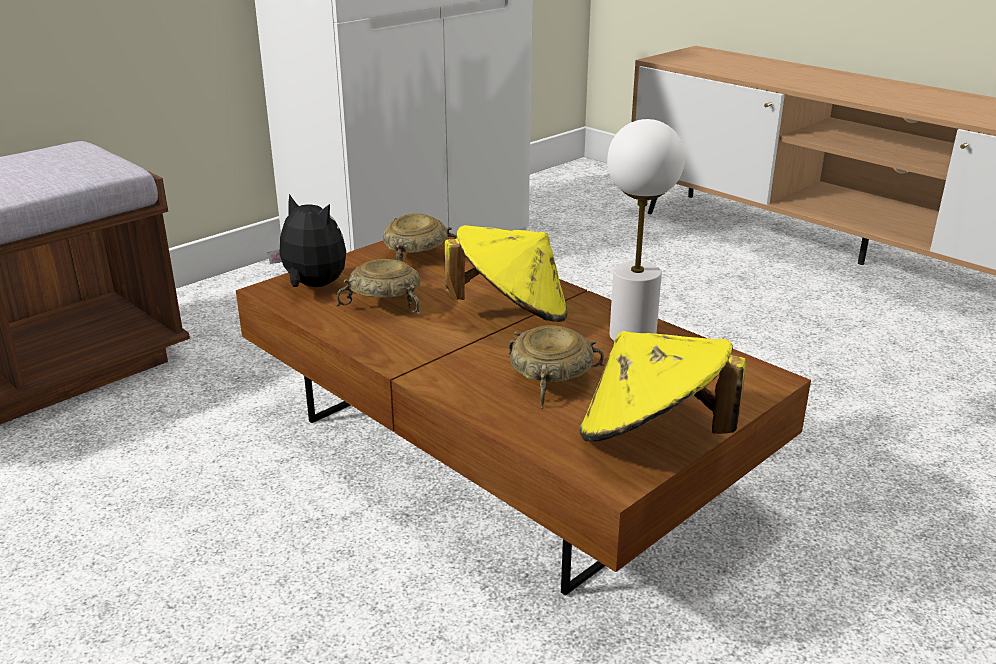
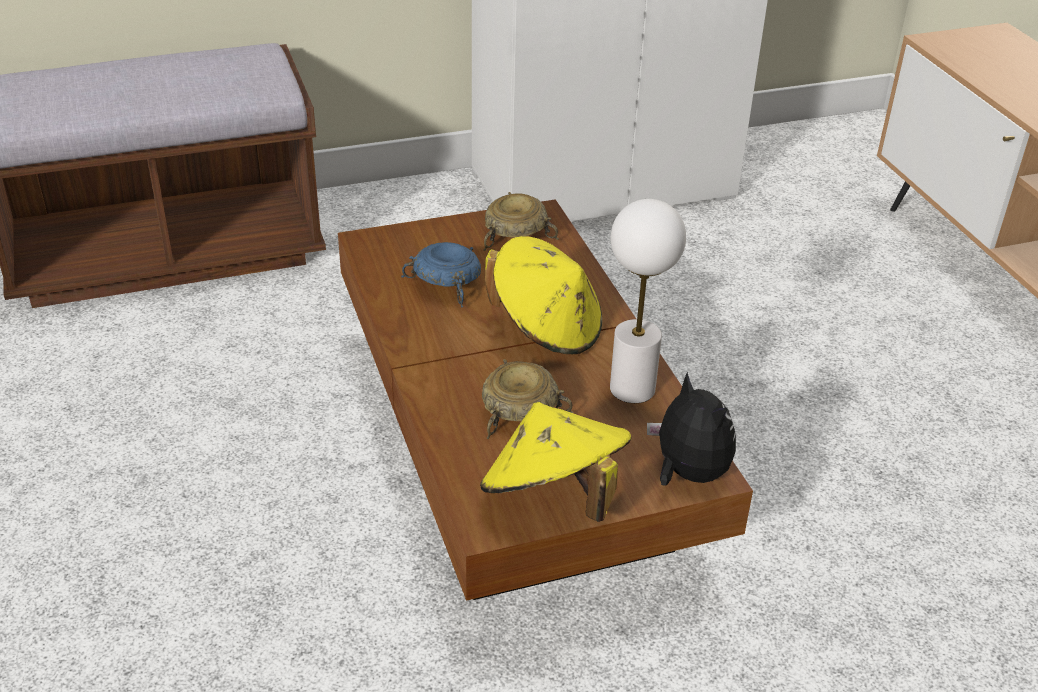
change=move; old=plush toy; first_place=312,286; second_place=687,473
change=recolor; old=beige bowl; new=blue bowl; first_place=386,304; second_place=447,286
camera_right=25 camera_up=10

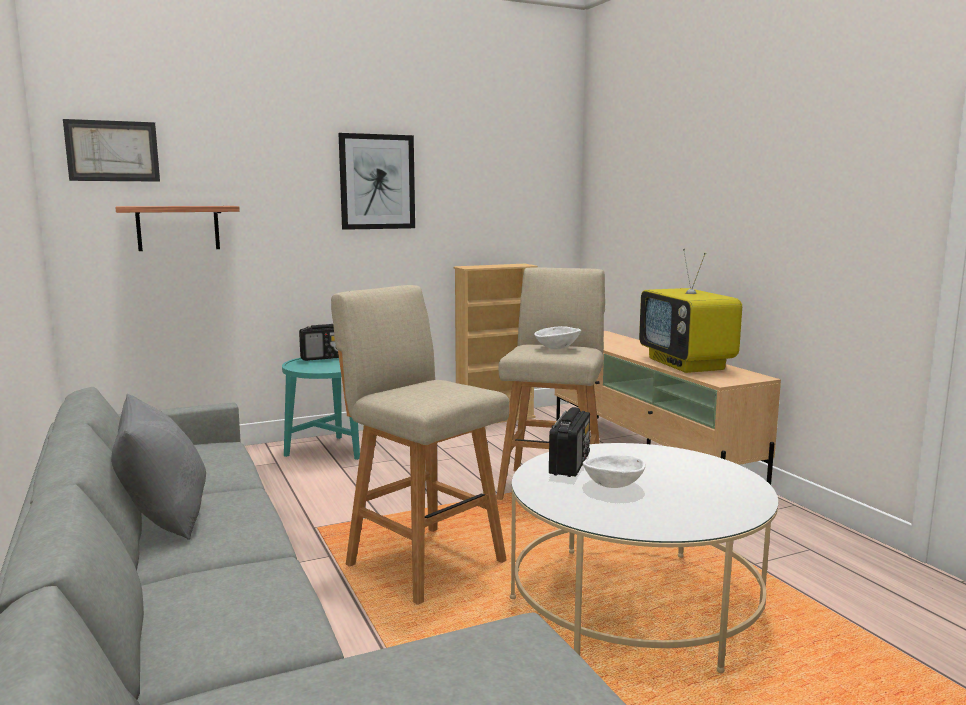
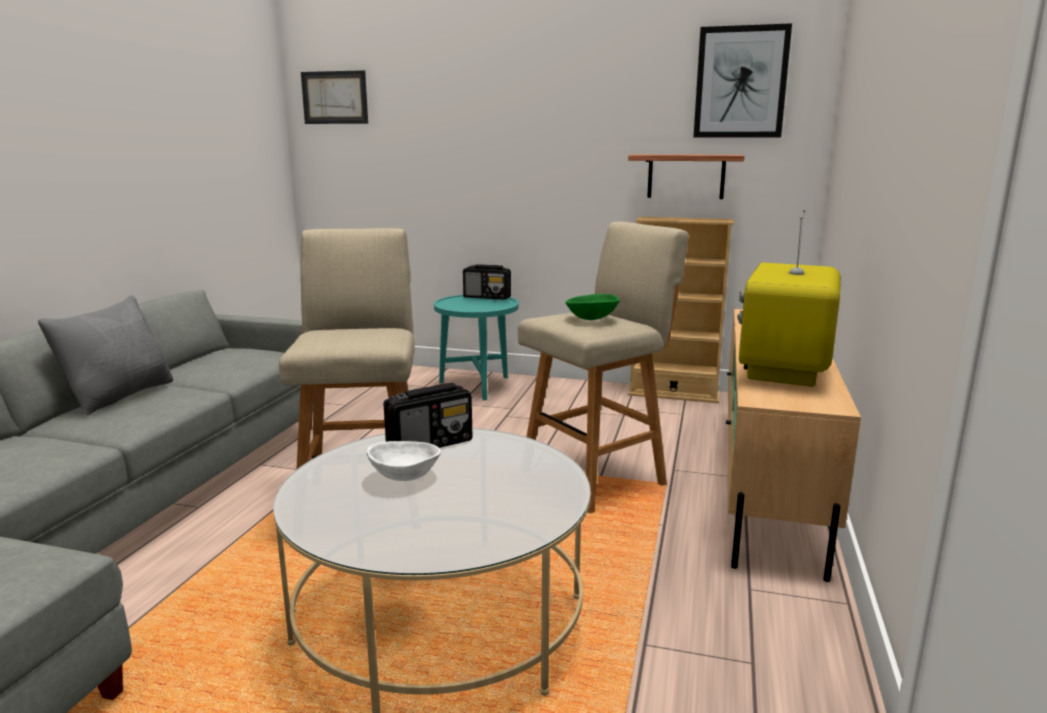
change=move; old=picture; first_place=377,182; second_place=741,82
change=move; old=shelf; first_place=178,228; second_place=686,176
change=recolor; old=white bowl; new=green bowl; first_place=557,348; second_place=591,319
camera_right=40 camera_up=5

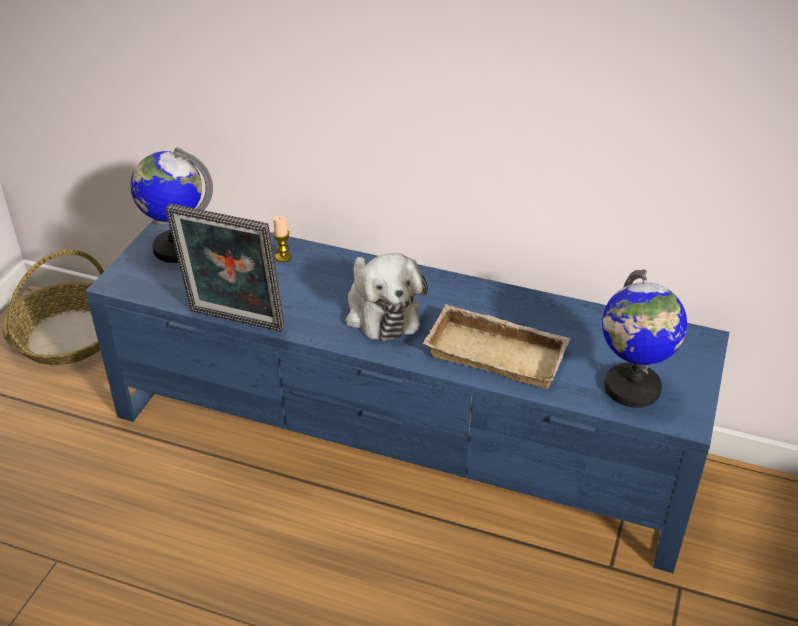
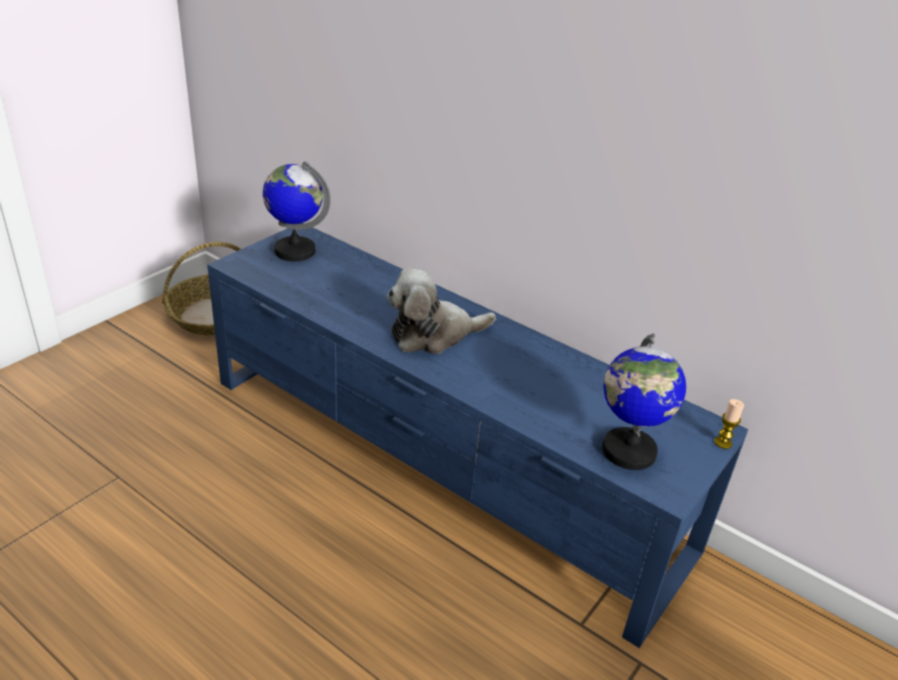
change=delete; old=picture frame; first_place=234,322
change=move; old=candle; first_place=283,257; second_place=723,443
change=rotate; old=plush toy; first_place=381,311; second_place=433,334; degrees=75
change=delete; old=beige tray; first_place=498,352
camera_right=15 camera_up=-5

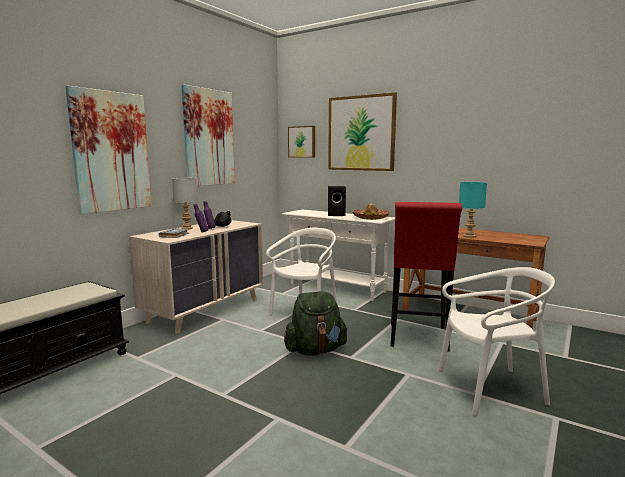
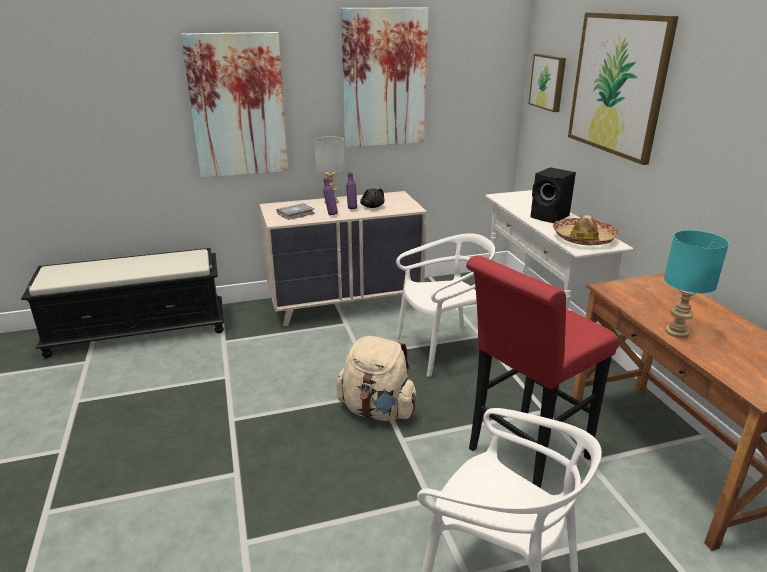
change=recolor; old=green backpack; new=beige backpack; first_place=315,350; second_place=377,410
camera_right=40 camera_up=15

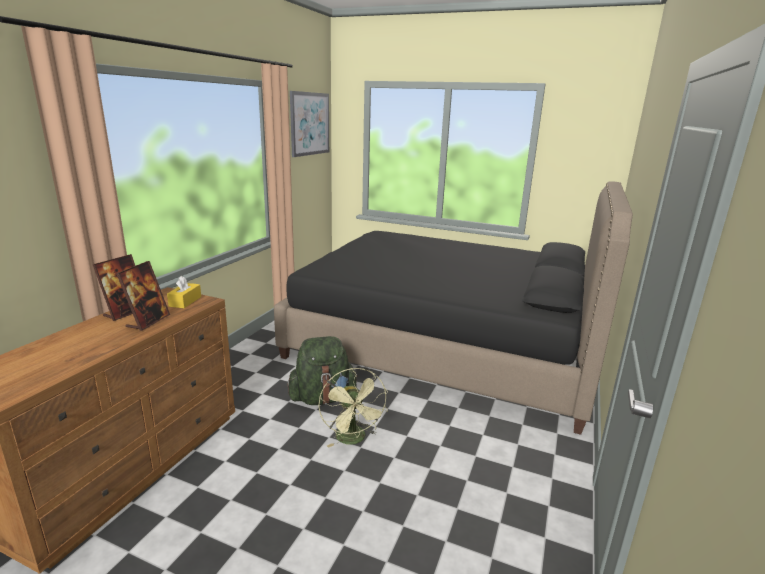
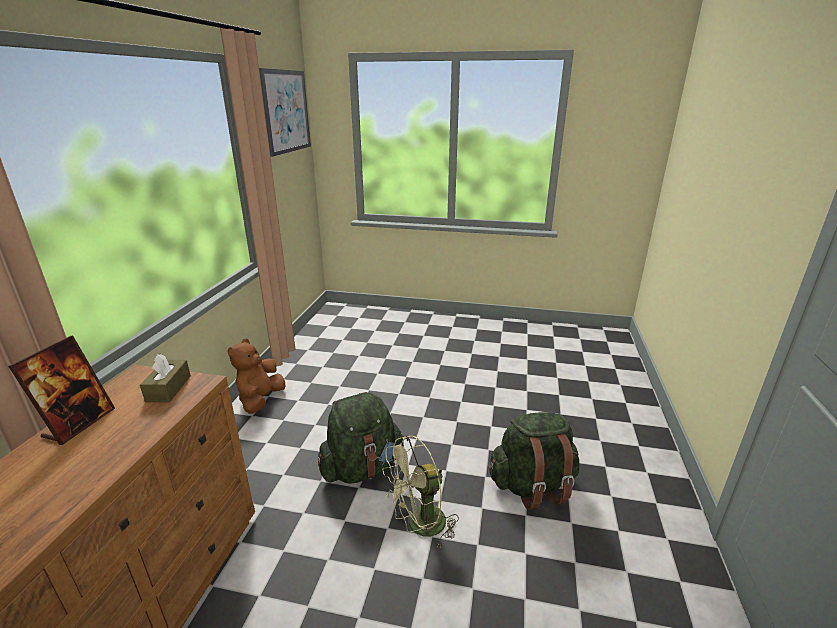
change=delete; old=black bed; first_place=444,344
change=delete; old=picture frame; first_place=148,321
change=recolor; old=yellow tissue box; new=brown tissue box; first_place=185,301; second_place=168,388
change=rotate; old=green fan; first_place=353,440; second_place=419,526; degrees=90
change=insert; new=brown plush toy; second_place=261,400
change=insert; new=green backpack; second_place=532,485
camera_right=-10 camera_up=5

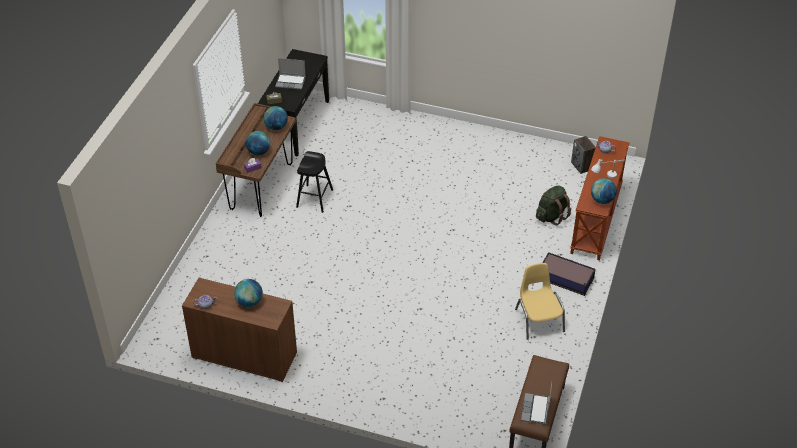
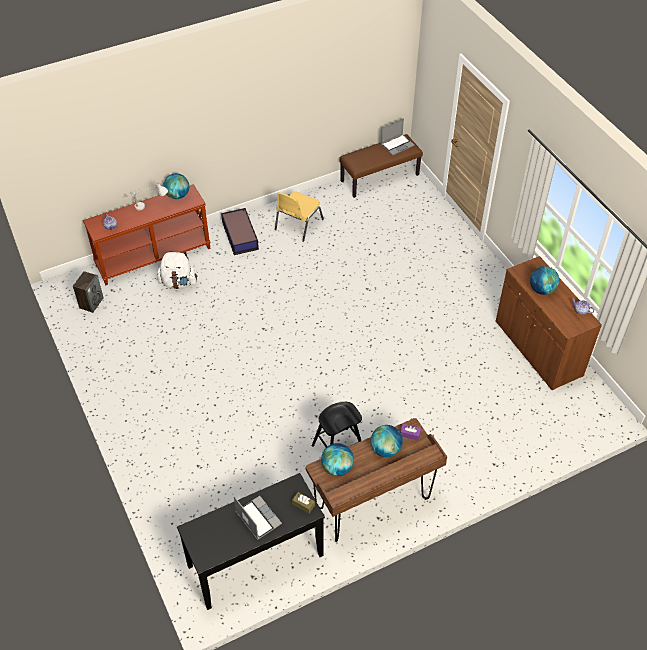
change=recolor; old=green backpack; new=white backpack; first_place=551,216; second_place=178,283
camera_right=-135 camera_up=5

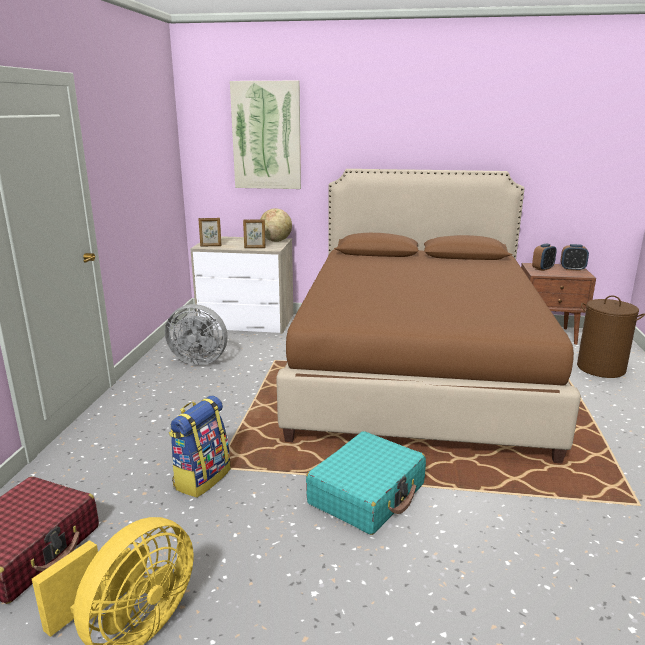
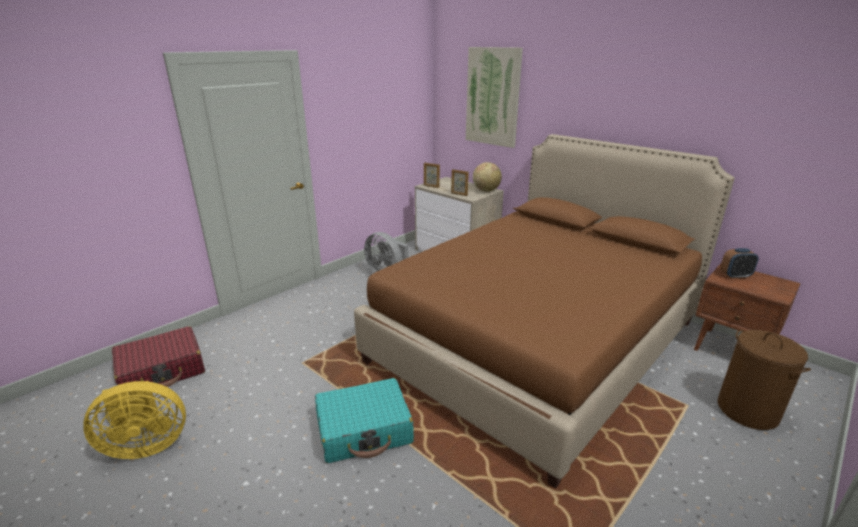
change=delete; old=alarm clock; first_place=572,269
change=delete; old=backpack; first_place=201,478
camera_right=35 camera_up=5

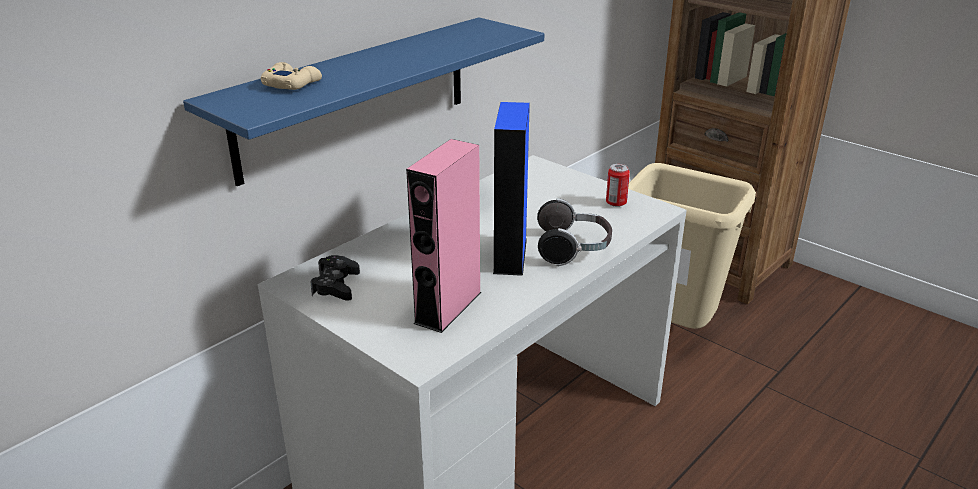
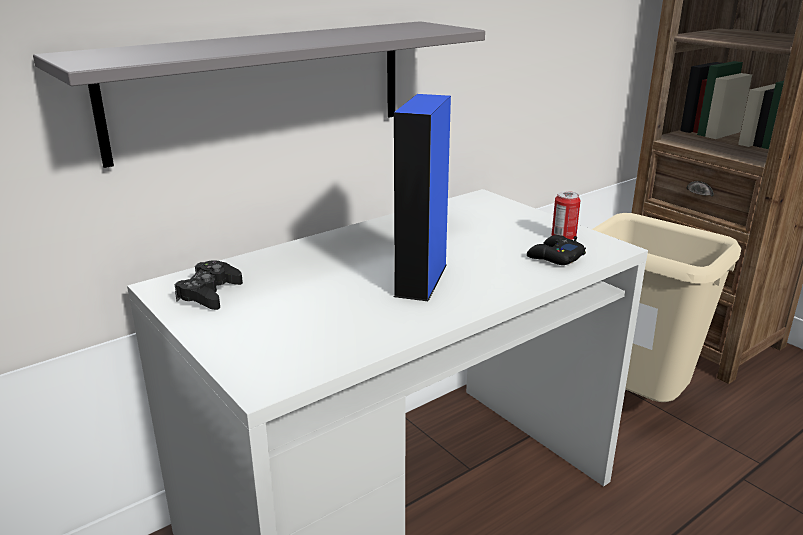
change=recolor; old=blue shelf; new=grey shelf; first_place=356,97; second_place=262,88
change=delete; old=beige game controller; first_place=291,84
change=delete; old=pink speaker; first_place=448,307
change=delete; old=headphones; first_place=573,249
change=insert; new=black game controller; second_place=554,257
camera_right=10 camera_up=-5

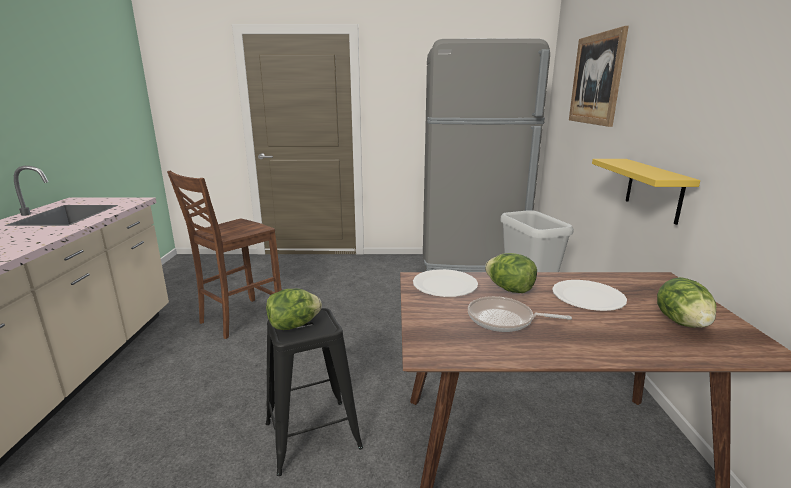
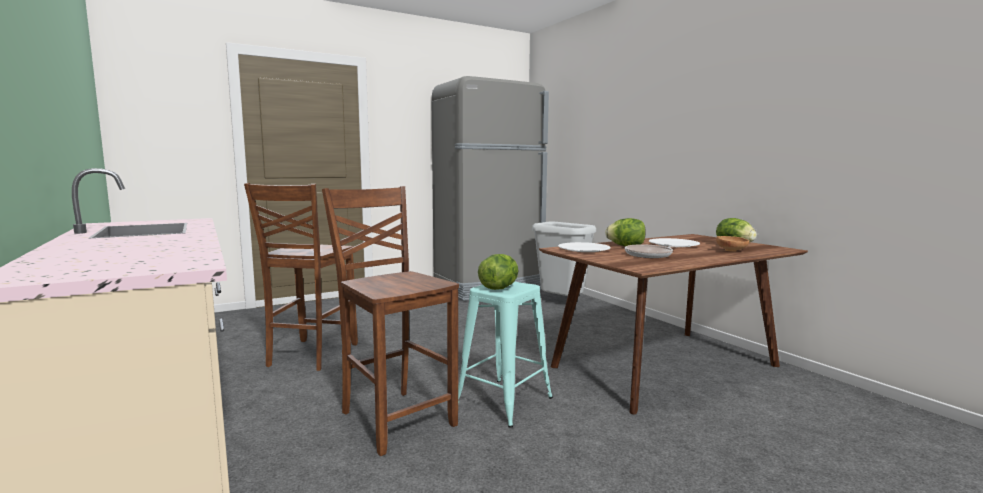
change=delete; old=picture; first_place=596,79
change=delete; old=yellow shelf; first_place=654,190
change=recolor; old=black stool; new=turquoise stool; first_place=312,435; second_place=504,402
change=insert; new=brown chair; second_place=396,418
change=insert; new=brown bowl; second_place=731,251
camera_right=-30 camera_up=-10

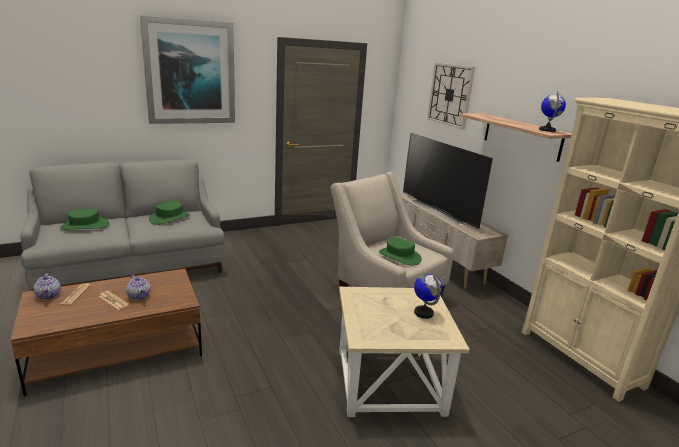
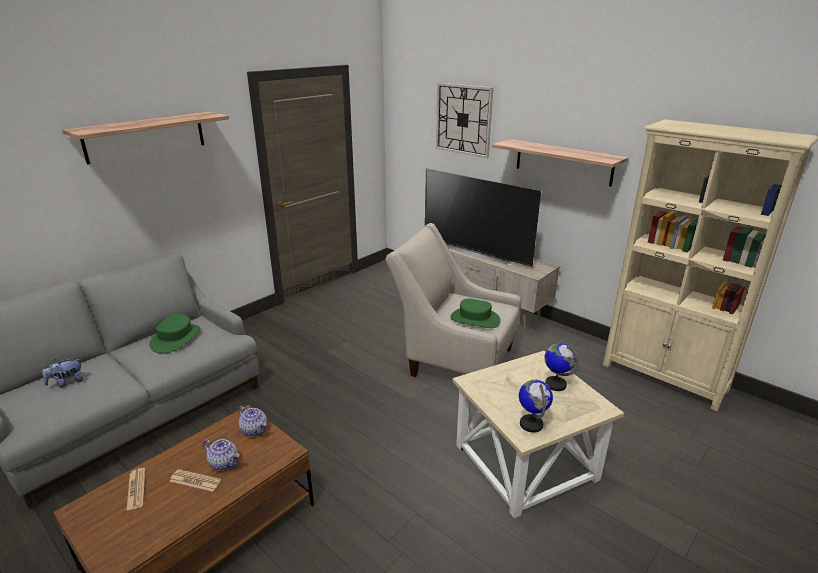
change=replace; old=picture; new=shelf; first_place=190,72; second_place=145,137
change=move; old=globe; first_place=547,130; second_place=531,424
change=replace; old=green hat; new=plush toy; first_place=85,226; second_place=67,383
change=move; old=teapot; first_place=49,295; second_place=254,430
camera_right=-20 camera_up=5

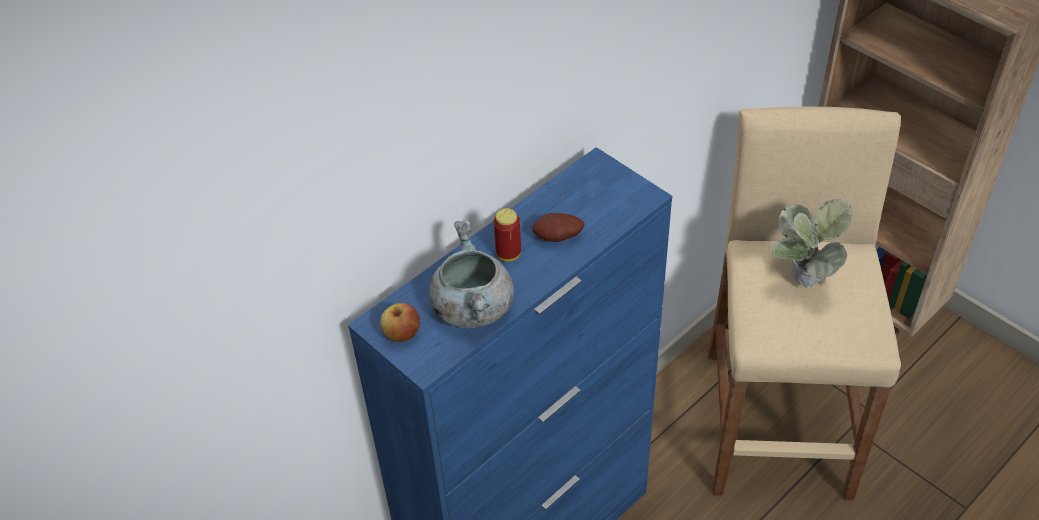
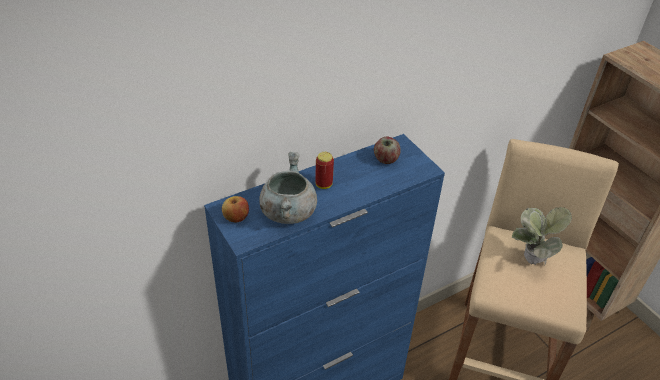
change=delete; old=potato; first_place=558,238
change=insert; new=apple; second_place=385,160
camera_right=10 camera_up=-5

